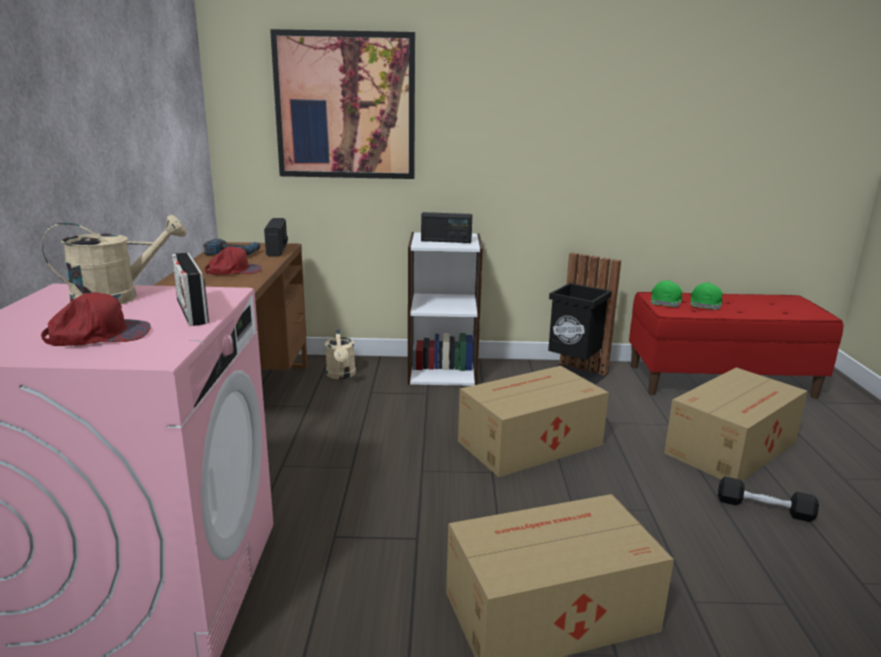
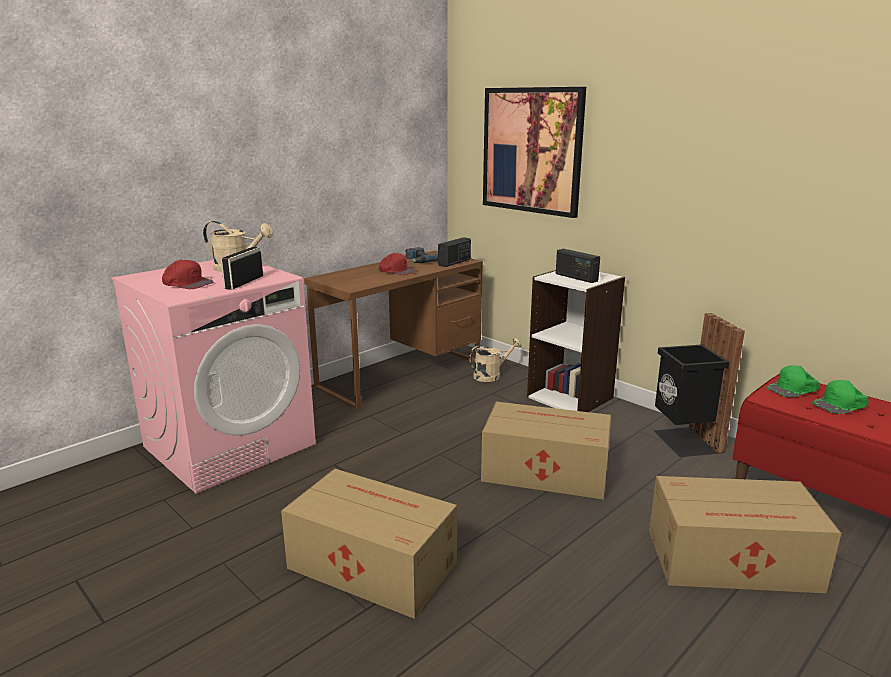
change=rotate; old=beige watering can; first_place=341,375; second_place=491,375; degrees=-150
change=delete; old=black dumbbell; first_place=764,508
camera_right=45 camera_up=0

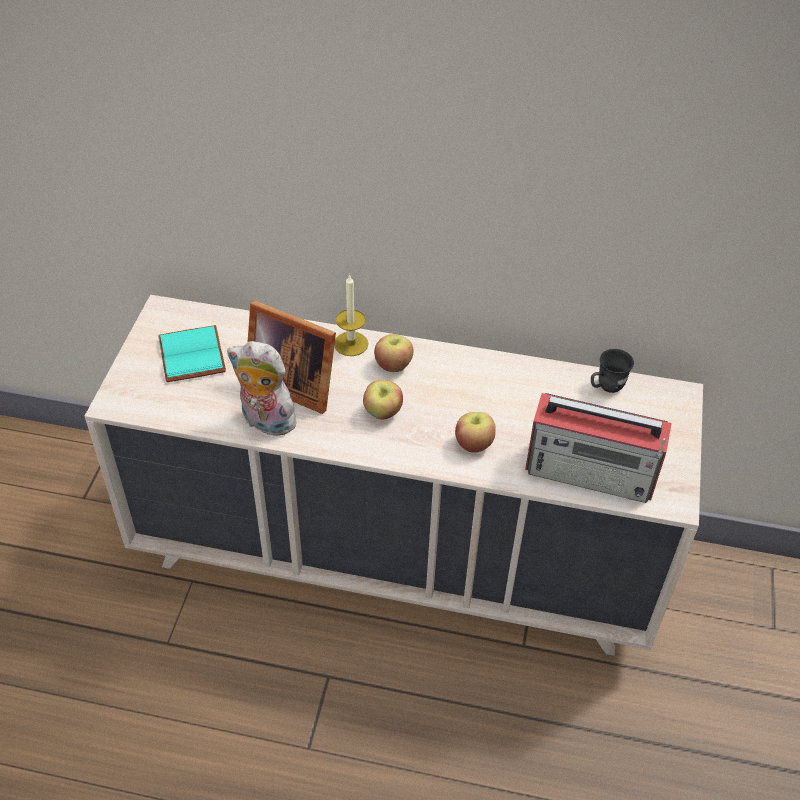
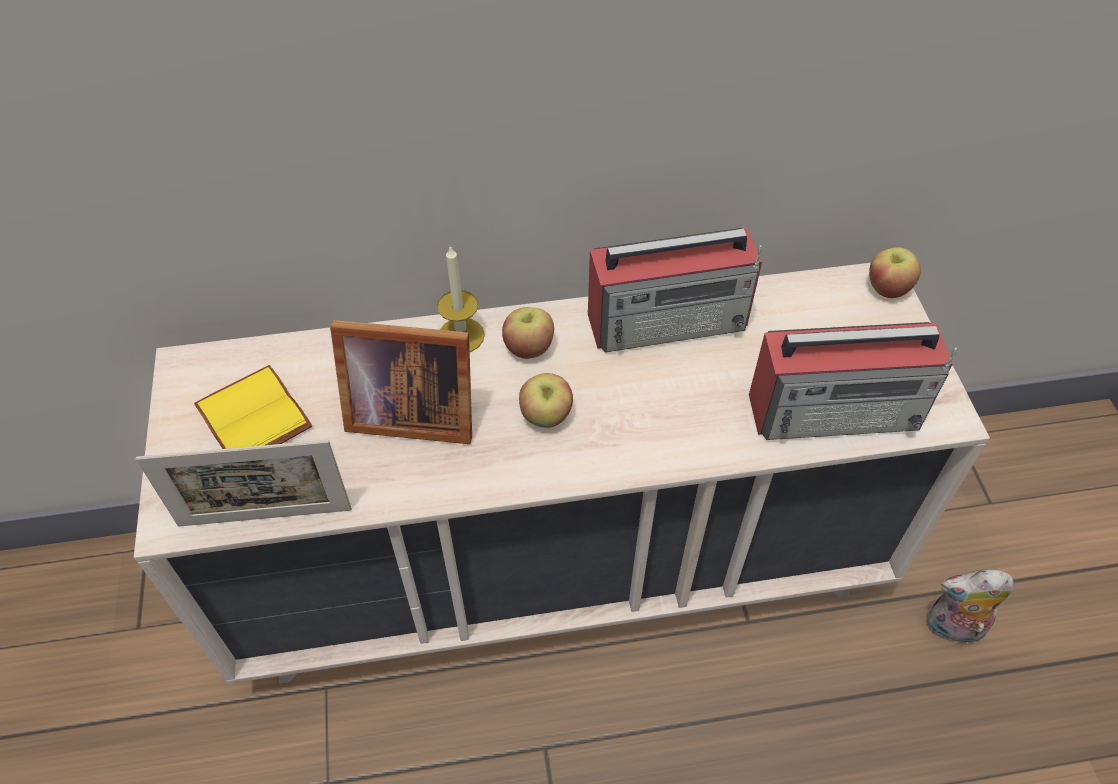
change=recolor; old=turquoise book; new=yellow book; first_place=194,355; second_place=257,417
change=move; old=plush toy; first_place=265,422; second_place=952,629
change=delete; old=grey mug; first_place=606,387
change=move; old=apple; first_place=474,443; second_place=887,288
change=insert; new=radio; second_place=670,321
change=insert; new=picture frame; second_place=265,517
camera_right=-20 camera_up=5

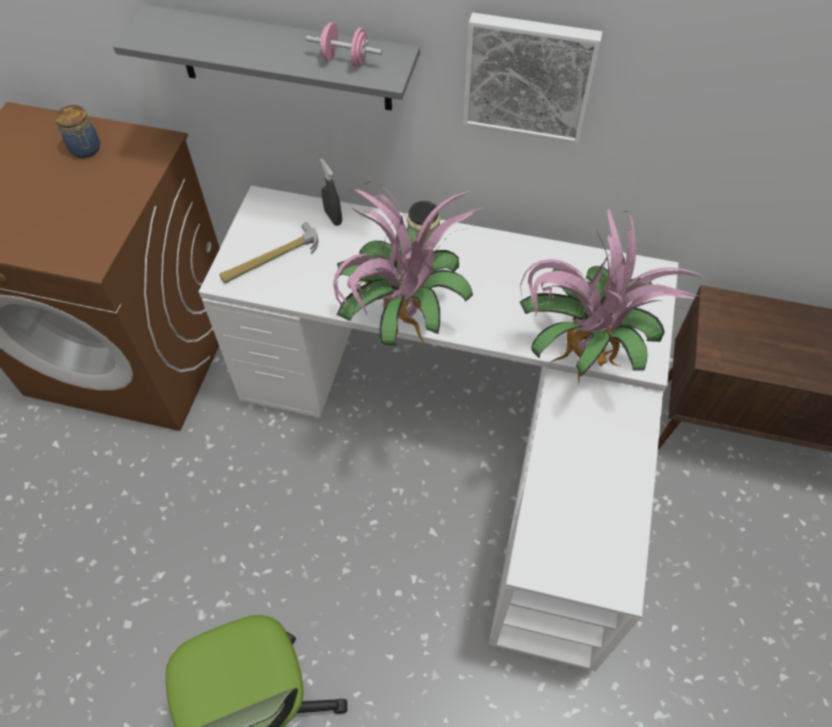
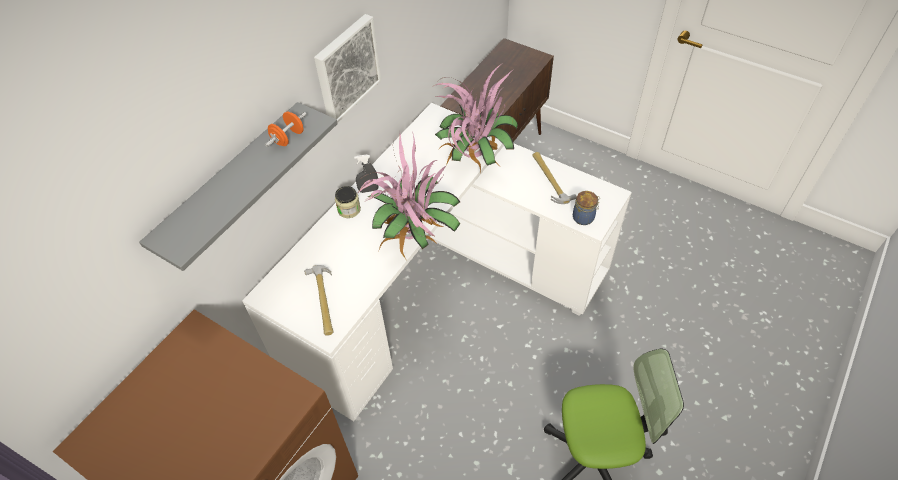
change=recolor; old=pink dumbbell; new=orange dumbbell; first_place=345,60; second_place=288,138
change=move; old=jar; first_place=86,149; second_place=584,217
change=move; old=grey spray bottle; first_place=333,217; second_place=368,190
change=insert; new=hammer; second_place=550,179
camera_right=-70 camera_up=-5

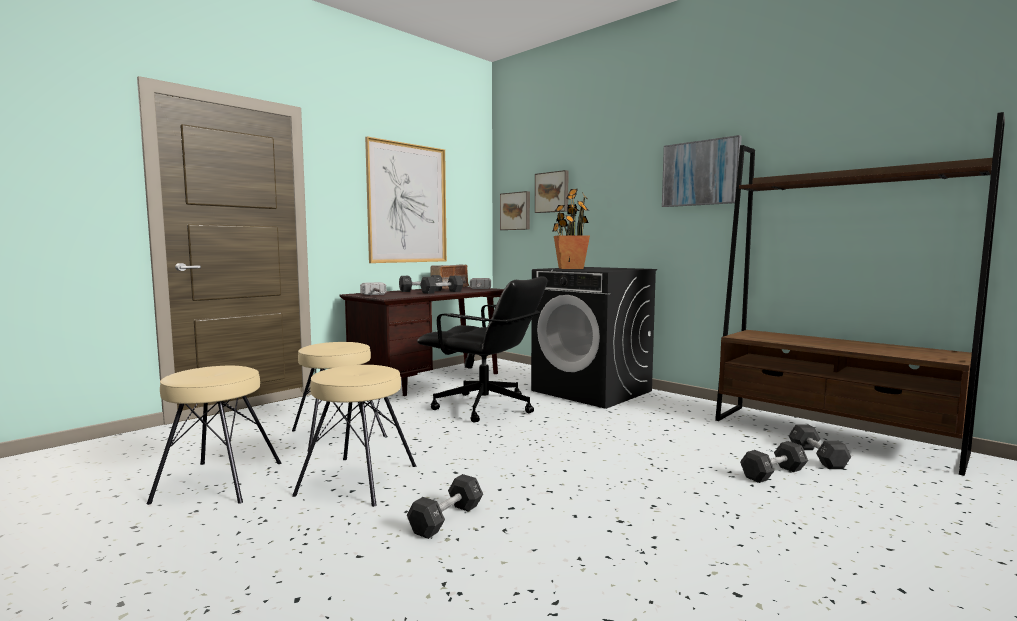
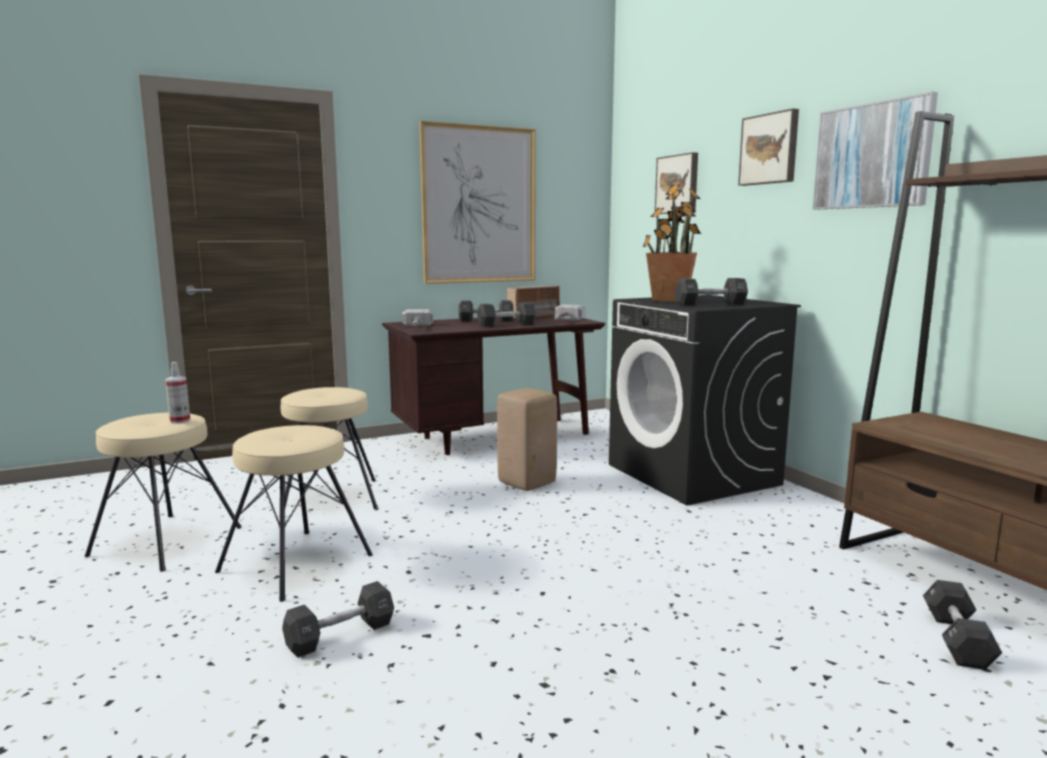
change=move; old=picture; first_place=516,211; second_place=770,149
change=replace; old=black office chair; new=beige stool; first_place=485,407; second_place=527,483
change=move; old=black dumbbell; first_place=773,473; second_place=710,304
change=insert; new=spray bottle; second_place=180,421
camera_right=20 camera_up=5

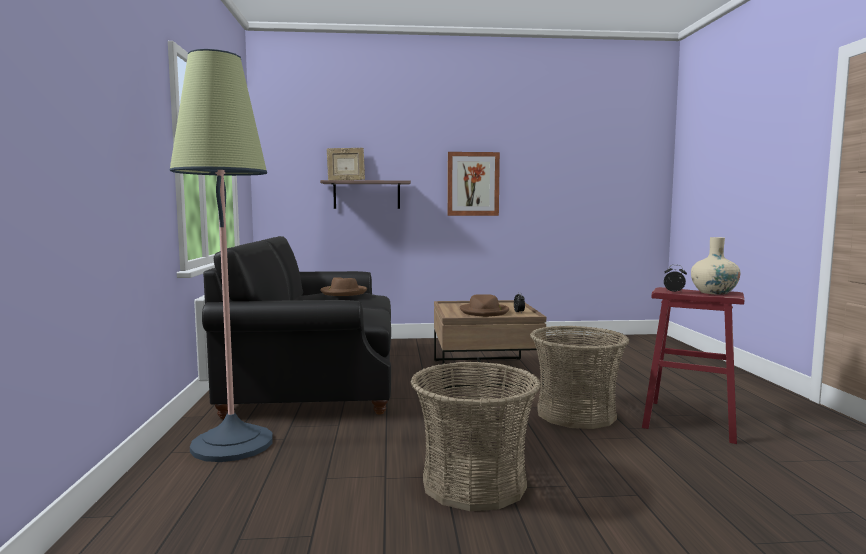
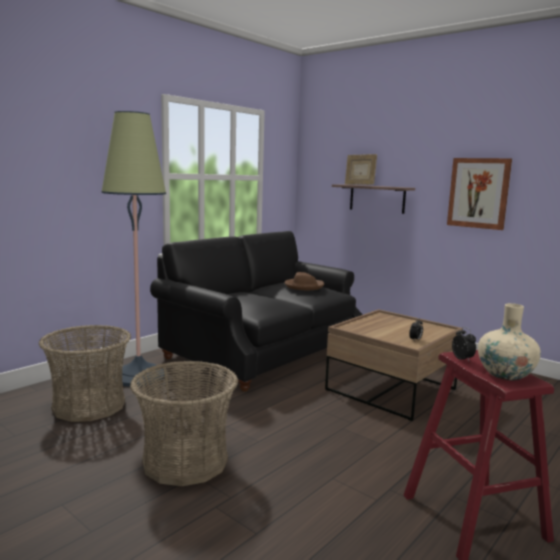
change=delete; old=brown hat; first_place=484,312
change=move; old=basket; first_place=576,414; second_place=89,405
camera_right=45 camera_up=5

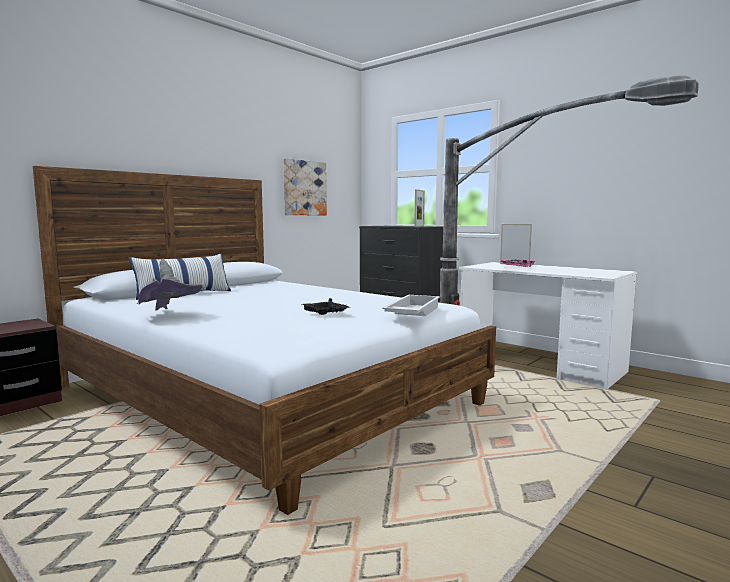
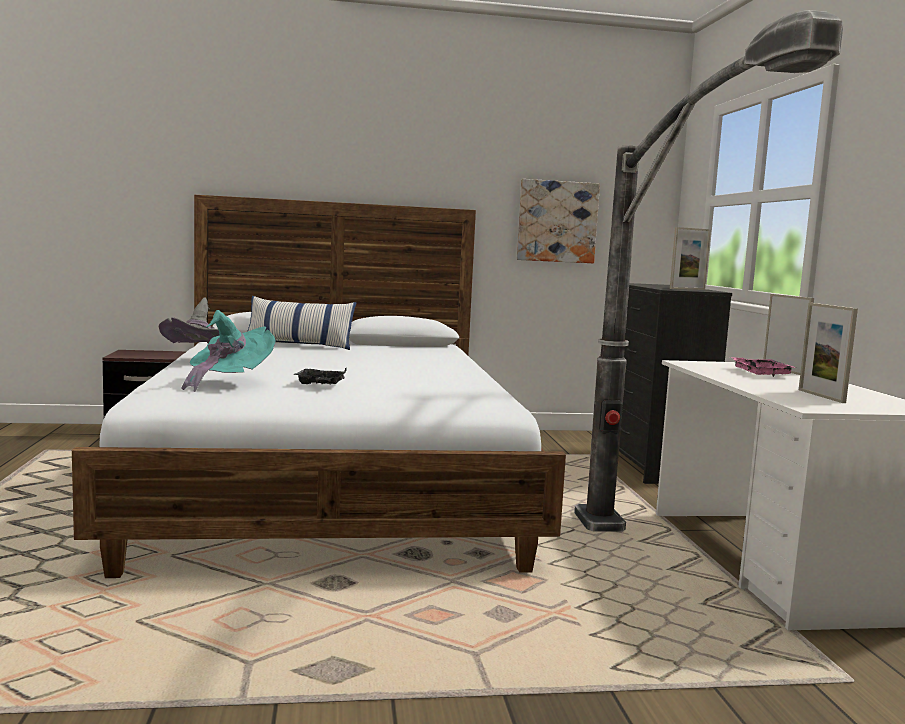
change=delete; old=white tray; first_place=411,313
change=insert; new=picture frame; second_place=821,396
change=insert; new=turquoise hat; second_place=228,382
camera_right=40 camera_up=0

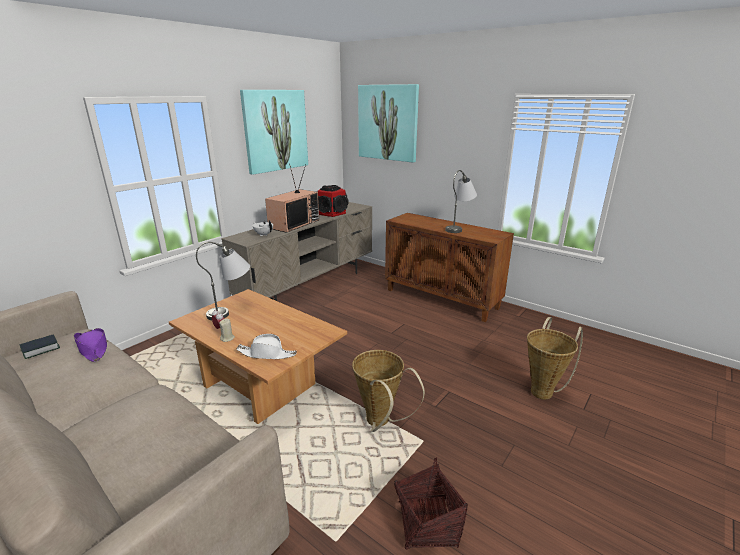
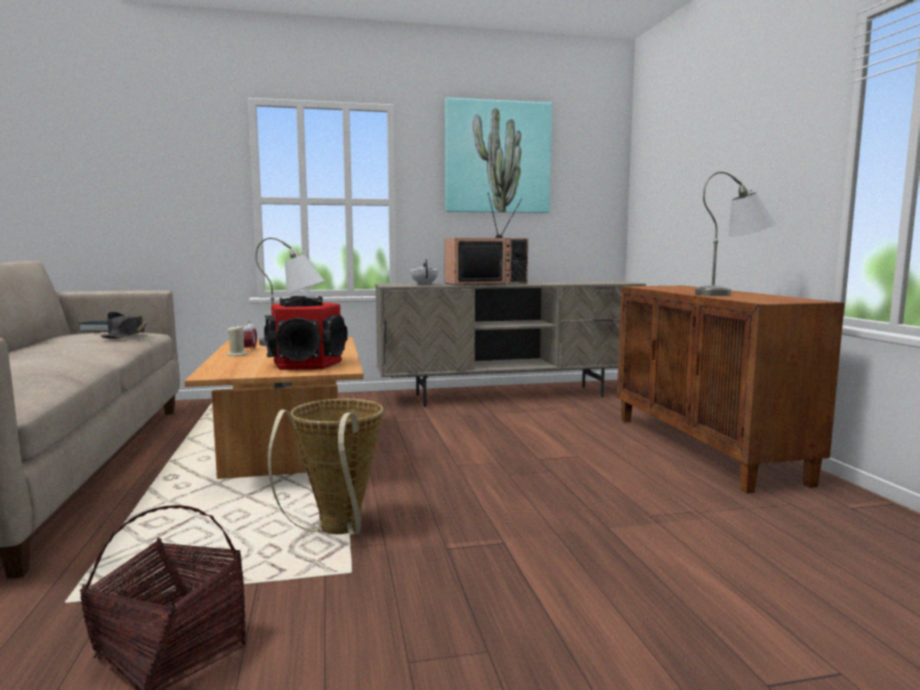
change=delete; old=picture; first_place=388,123
change=move; old=speaker; first_place=332,213; second_place=306,364
change=delete; old=basket; first_place=543,390
change=recolor; old=purple hat; new=black hat; first_place=93,349; second_place=126,335
change=delete; old=white hat; first_place=267,354
camera_right=40 camera_up=-15

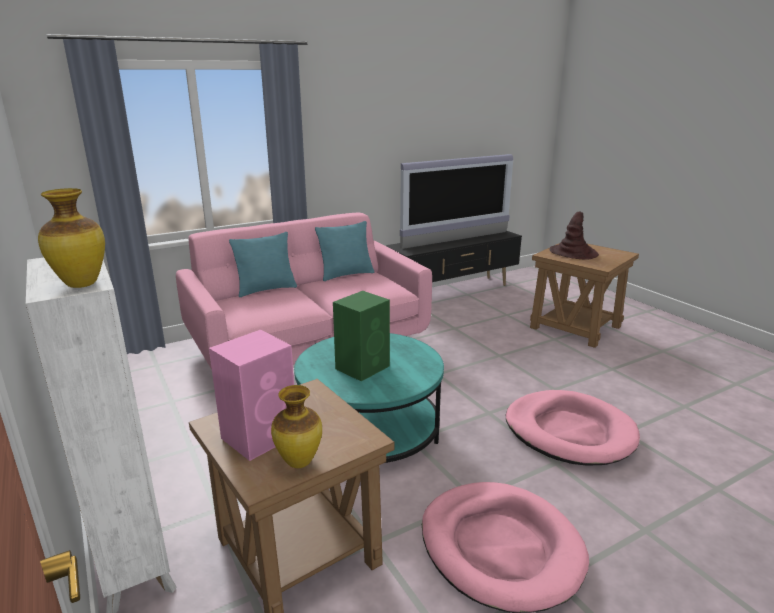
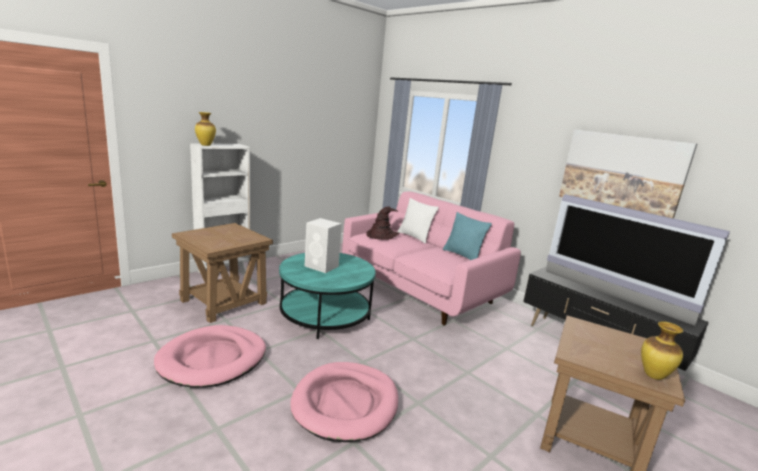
change=move; old=brown hat; first_place=573,252; second_place=382,235
change=recolor; old=turquoise pillow; new=white pillow; first_place=266,289; second_place=414,237
change=recolor; old=green speaker; new=white speaker; first_place=363,367; second_place=322,266
change=delete; old=pink speaker; first_place=261,436
change=move; old=vase; first_place=300,462; second_place=654,376
change=insert; new=picture; second_place=621,172
camera_right=75 camera_up=-5

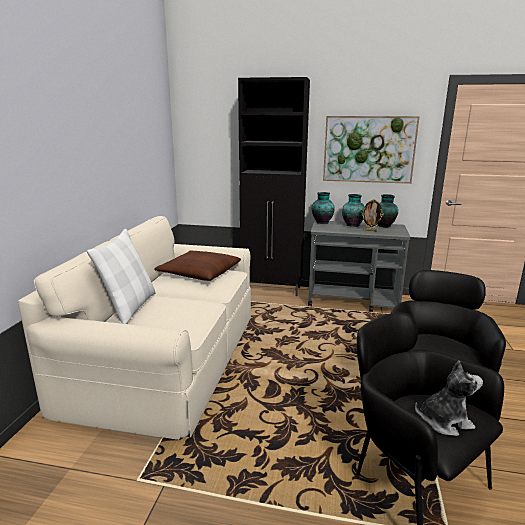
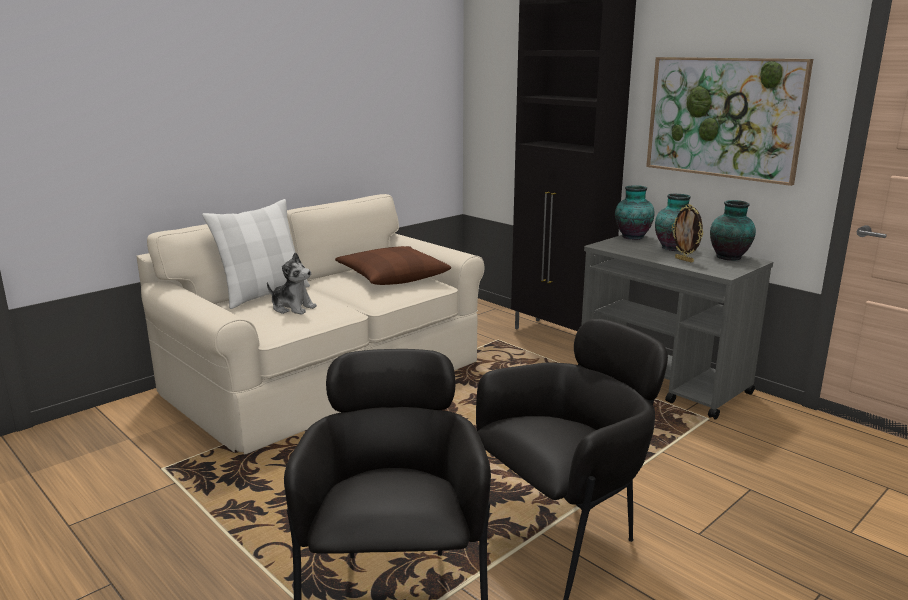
change=move; old=plush toy; first_place=444,421; second_place=292,308
camera_right=35 camera_up=0

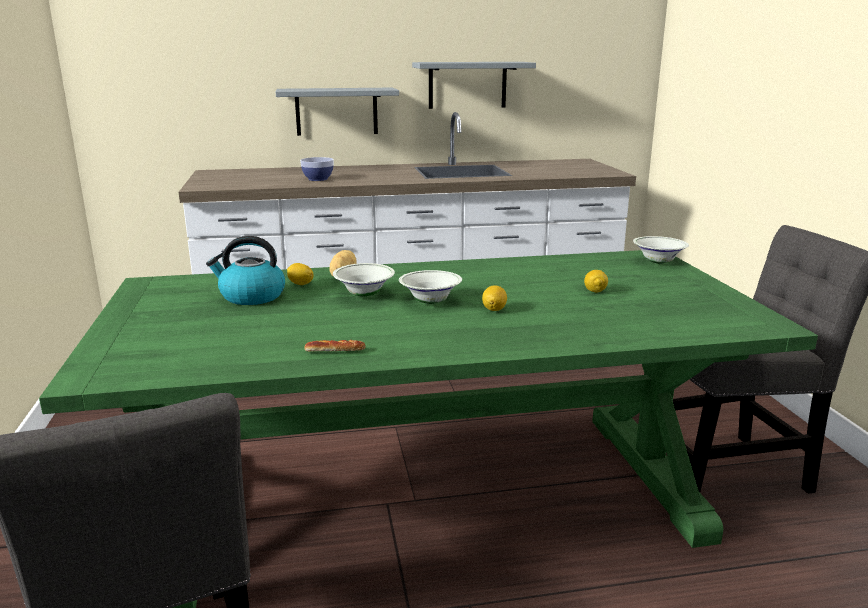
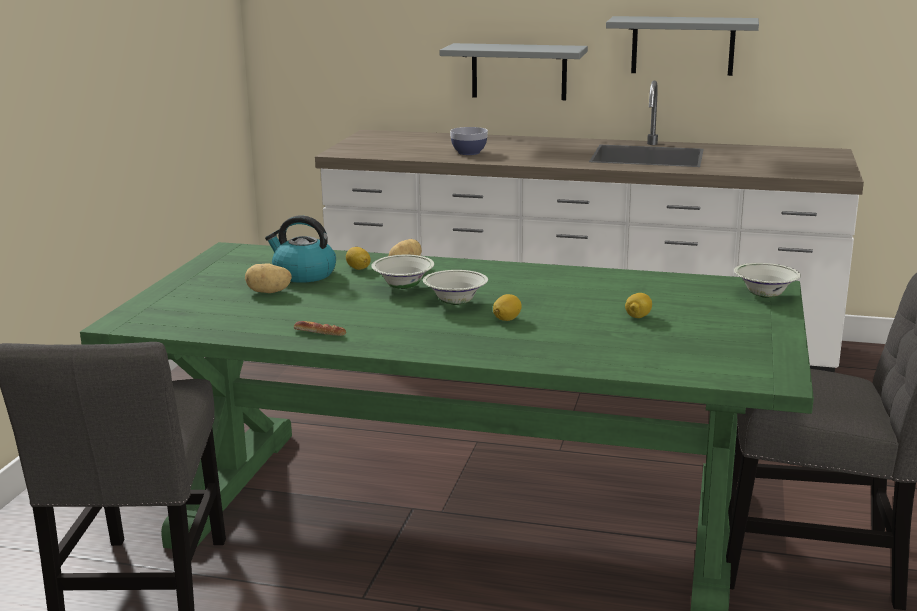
change=insert; new=potato; second_place=268,292
camera_right=25 camera_up=0

